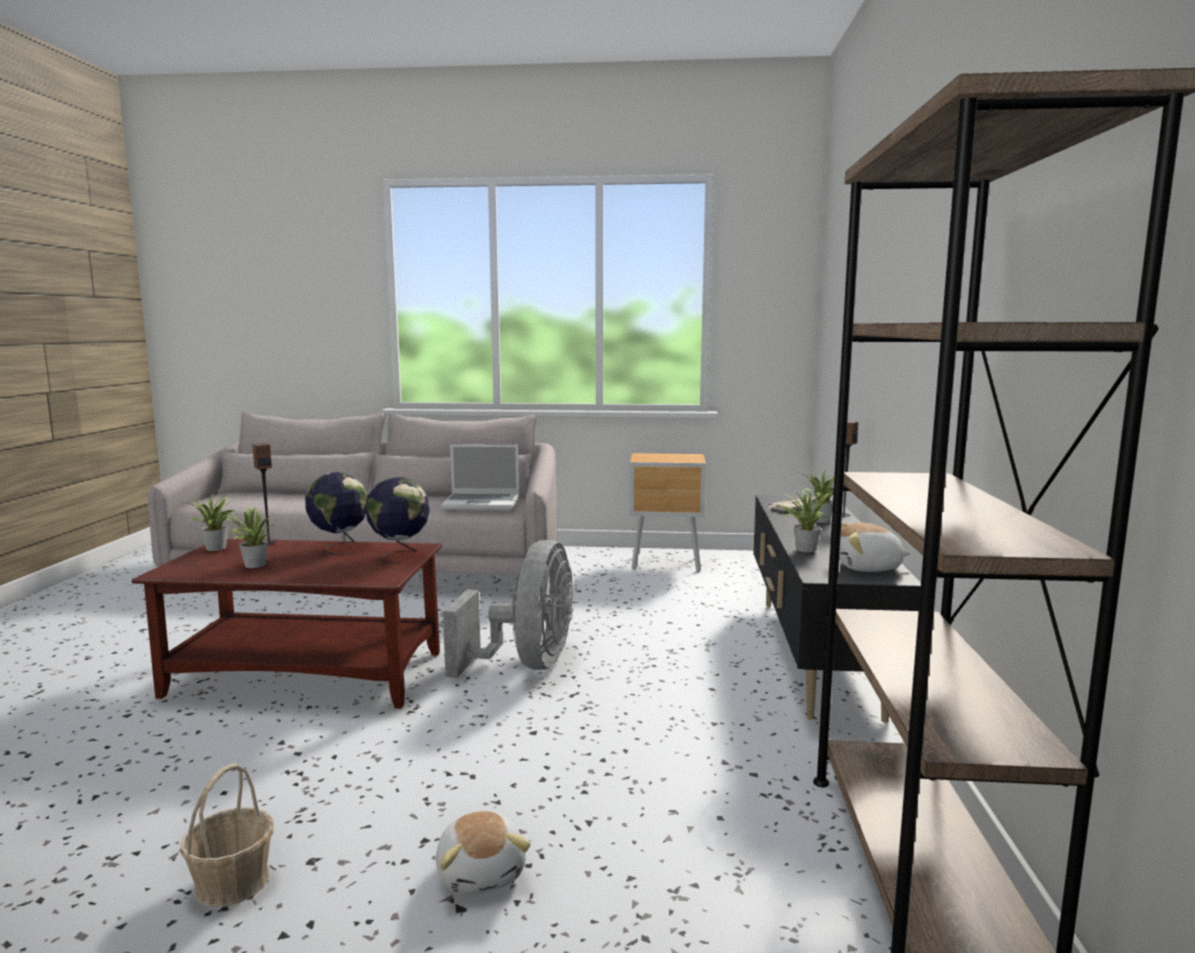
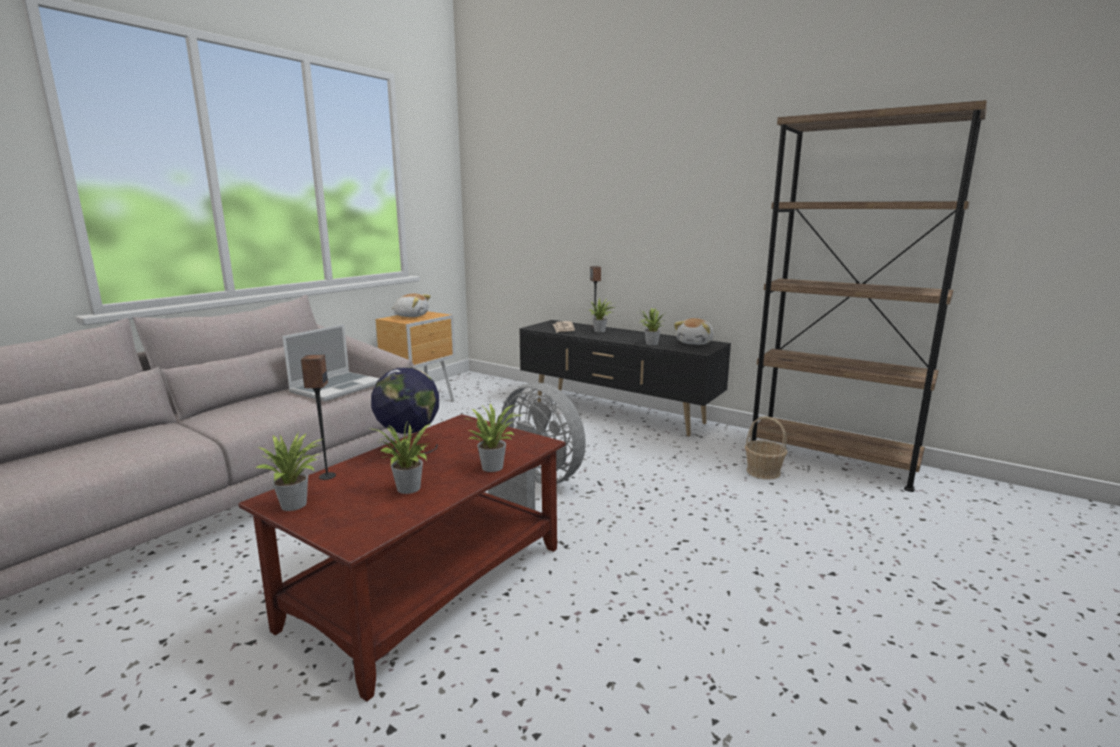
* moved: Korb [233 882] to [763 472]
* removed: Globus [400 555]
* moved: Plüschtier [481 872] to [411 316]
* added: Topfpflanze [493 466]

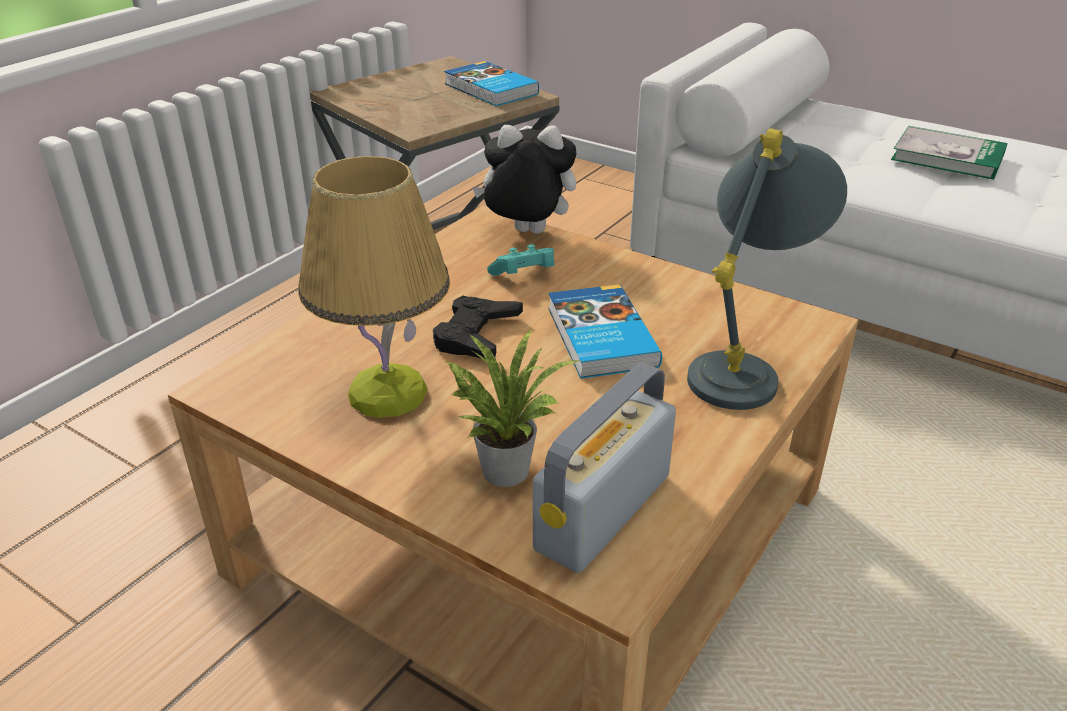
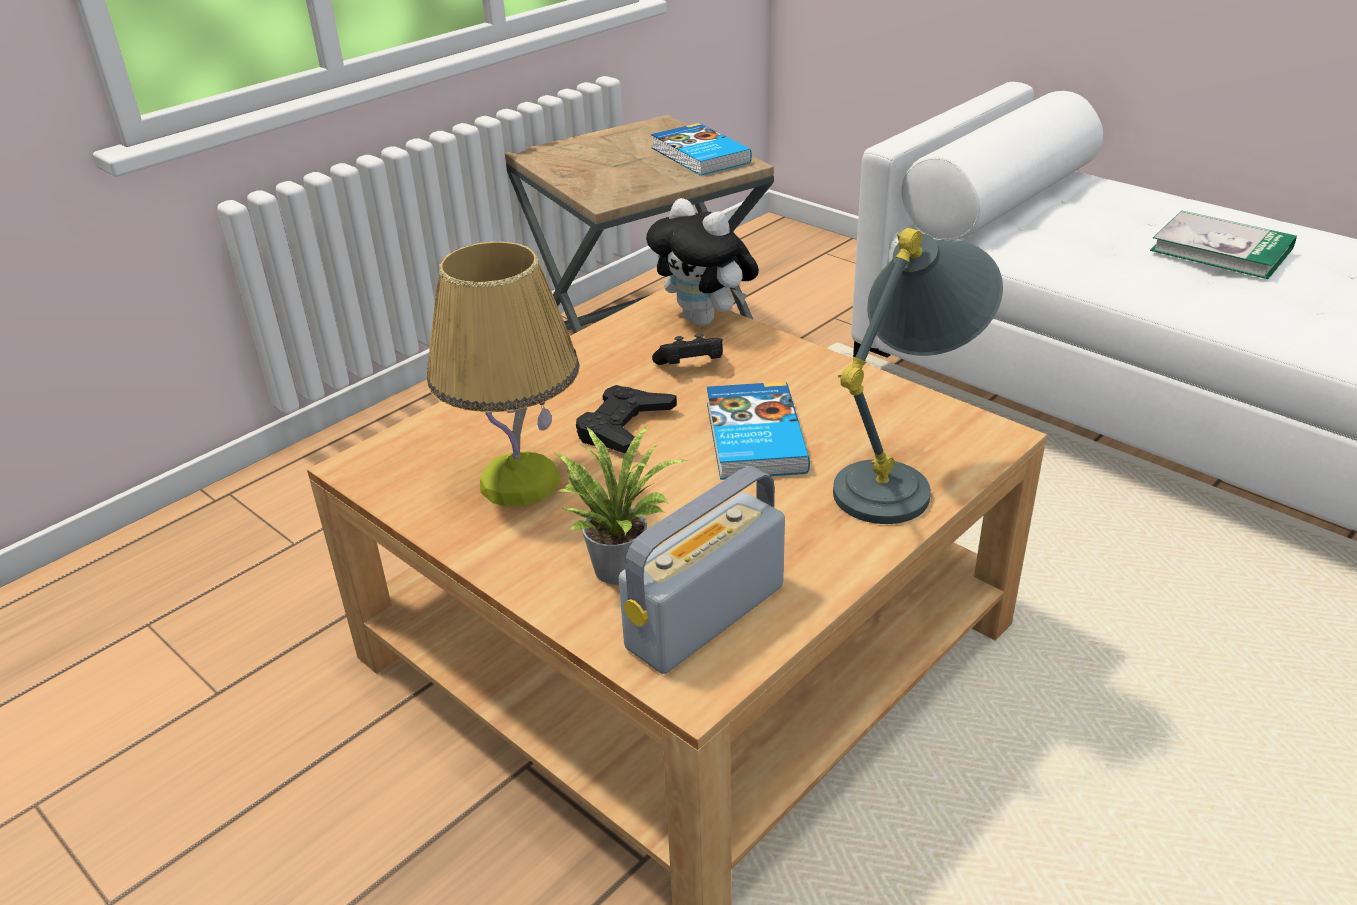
* turned: Plüschtier [526 233] = [705 320] 150 degrees counterclockwise
* recoloured: Gamepad/türkis [524 276] to Gamepad/schwarz [690 367]

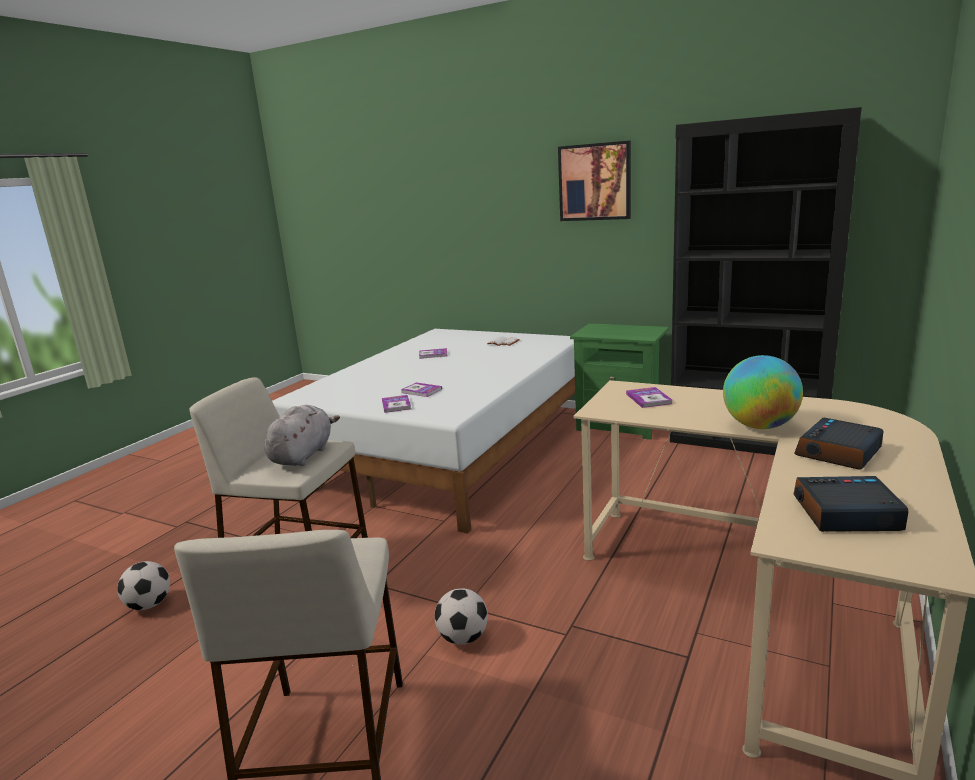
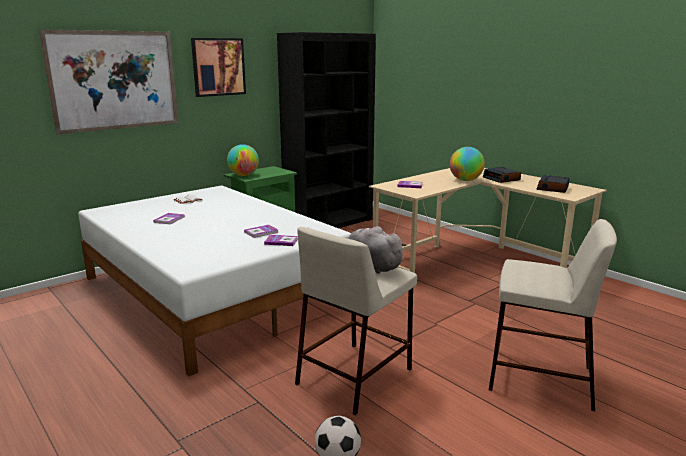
* removed: Fußball [463 638]
* added: Bild [115 80]
* added: Globus [243 175]

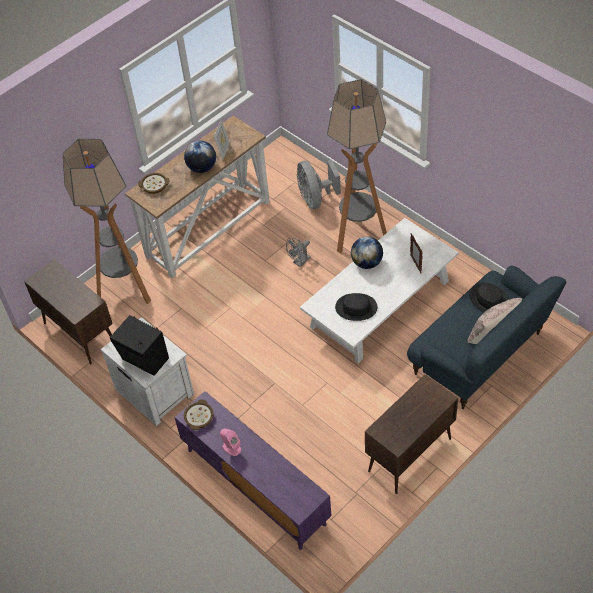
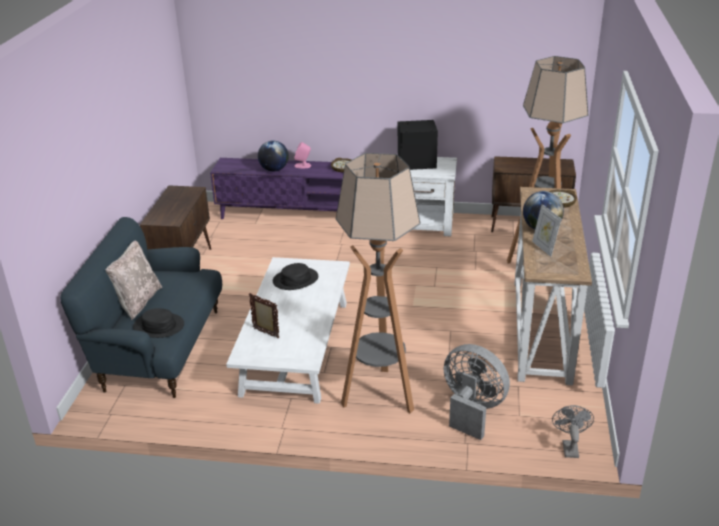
* moved: Ventilator/grau [300 262] to [569 446]
* moved: Globus [367 263] to [274 170]

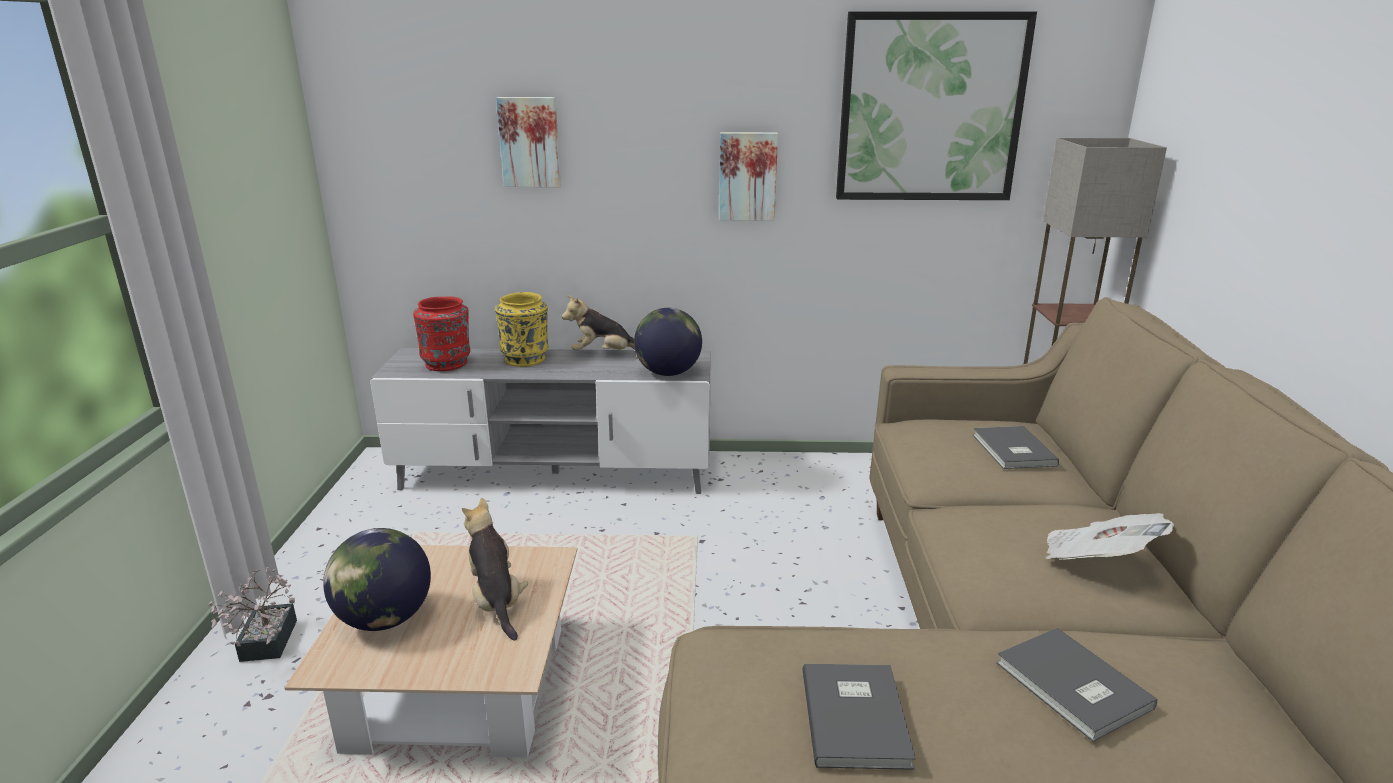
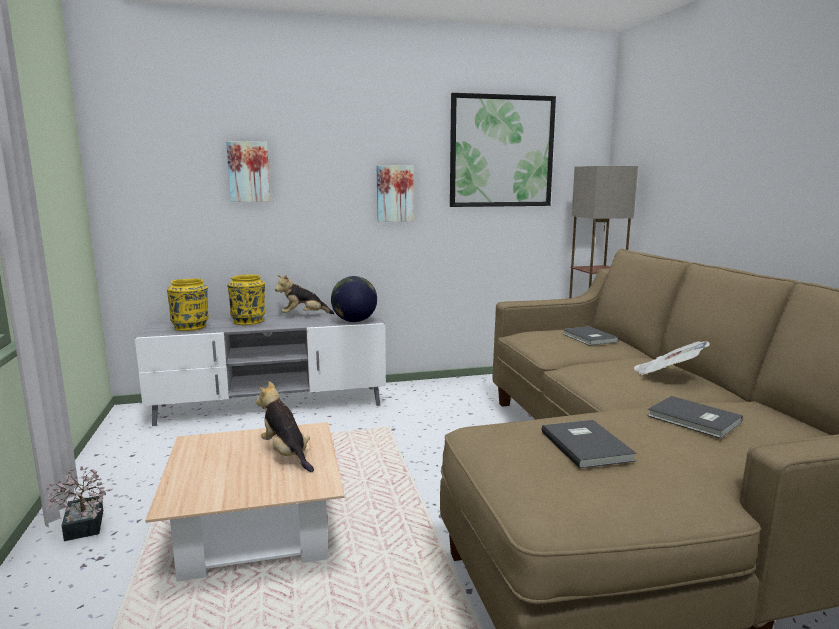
* removed: Globus [384 619]
* recoloured: Vase/rot [447 364] to Vase/gelb [191 327]

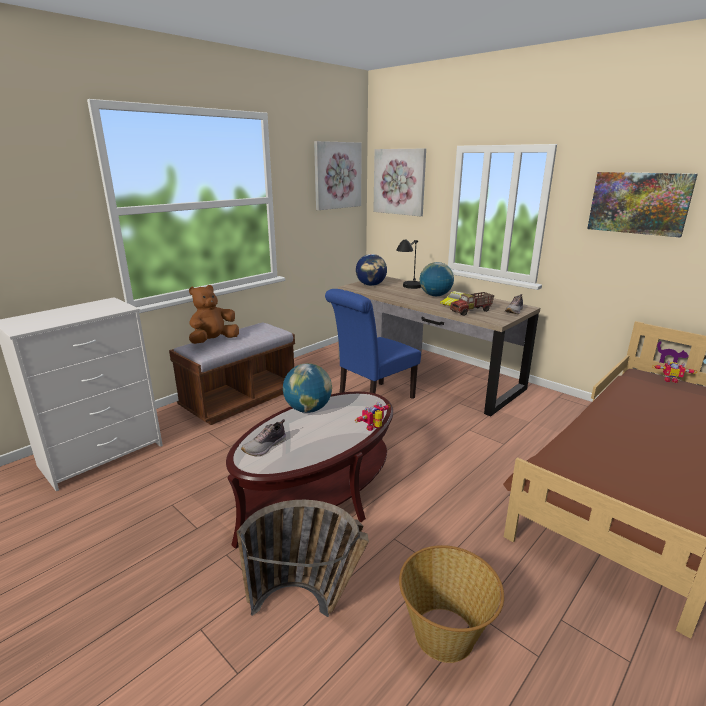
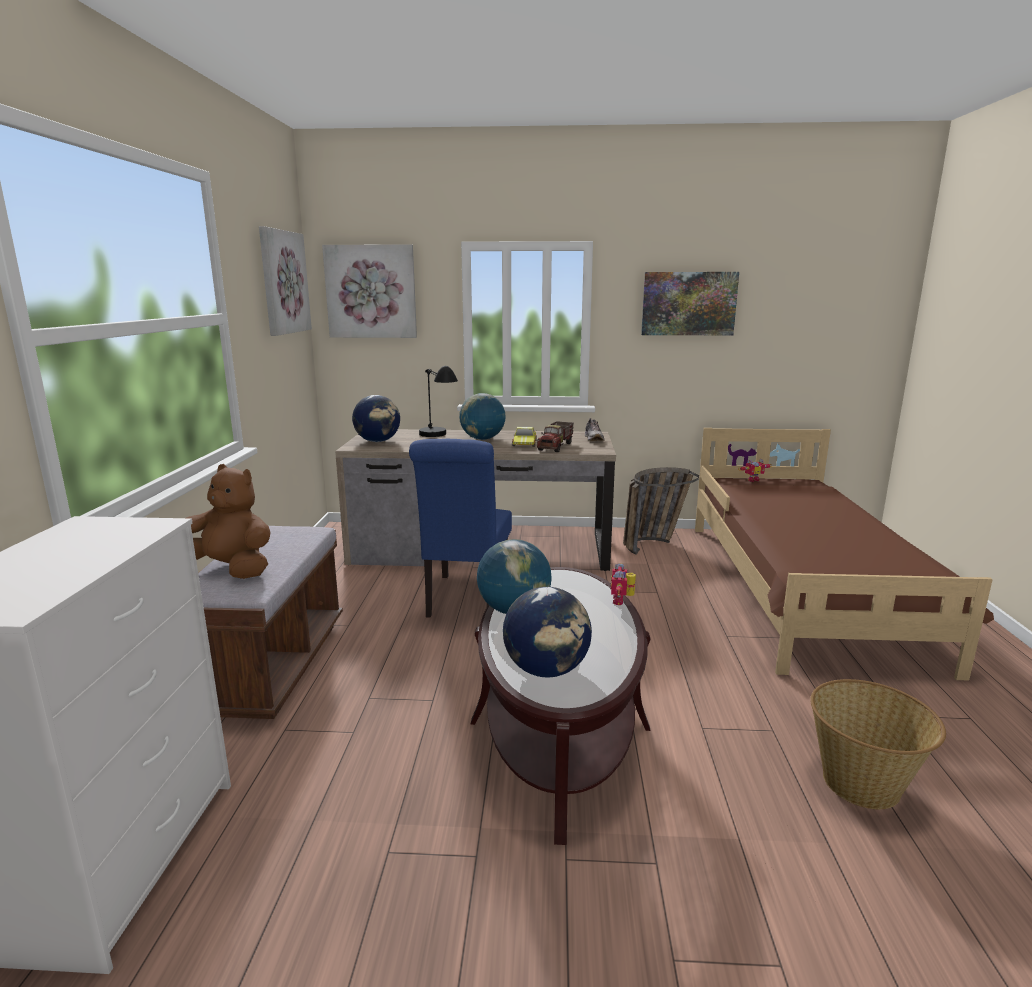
* turned: Plüschtier/braun [213 341] = [230 569] 105 degrees clockwise
* moved: Korb [308 605] to [653 543]
* replaced: Schuh [265 447] to Globus [547 670]

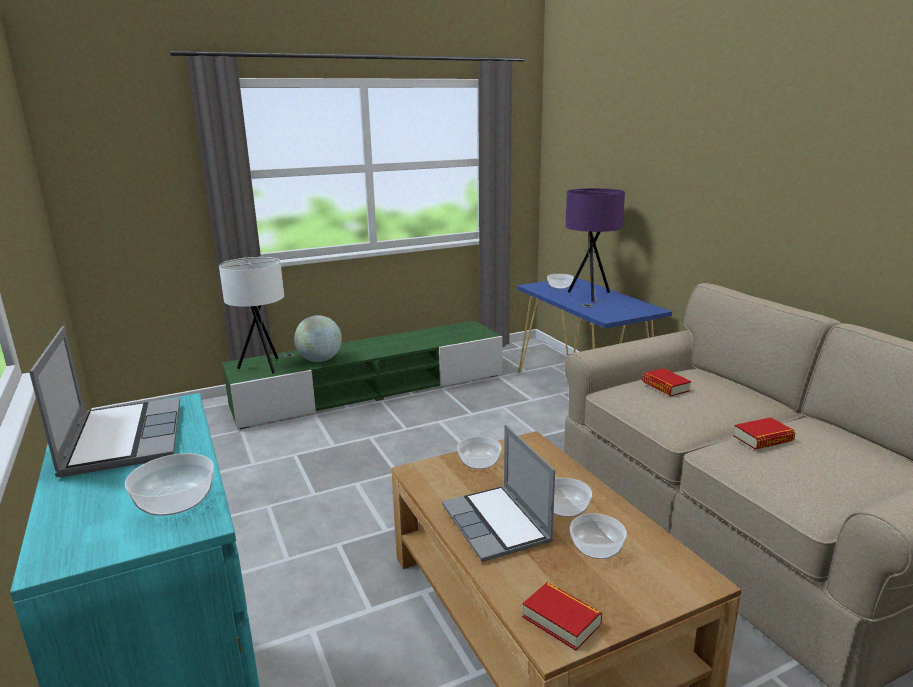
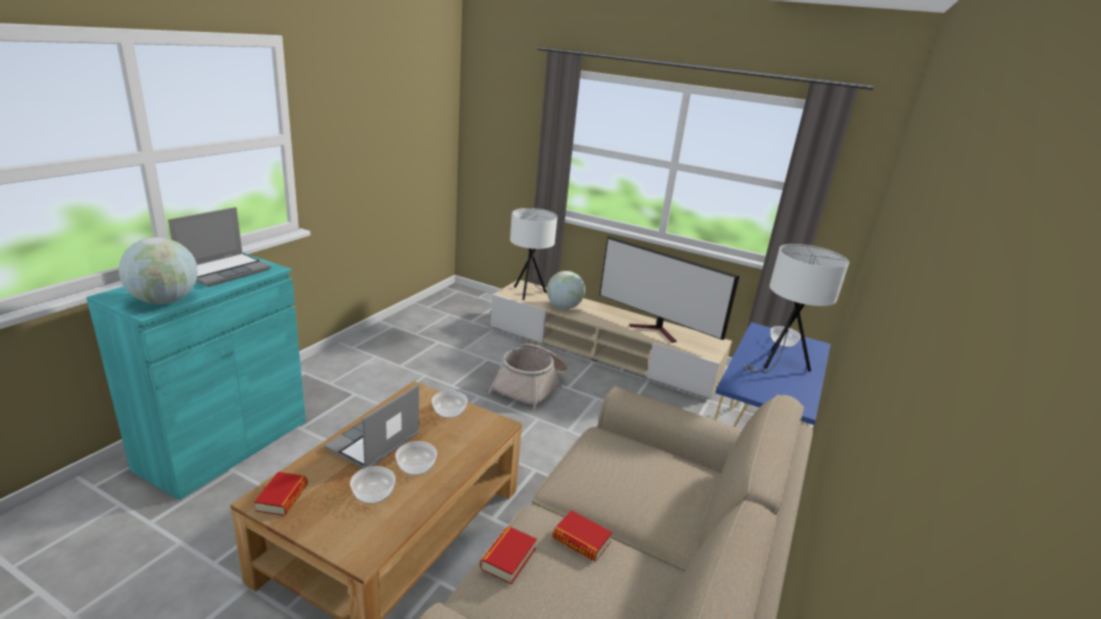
* replaced: Schüssel [177 501] to Globus [165 301]
* recoloured: Fernsehschrank/grün [371 390] to Fernsehschrank/beige [603 351]
* recoloured: Tischlampe/lila [589 297] to Tischlampe/weiß [779 364]
* moved: Buch [665 386] to [508 558]
* added: Korb [531 386]
* added: Fernseher [657 331]

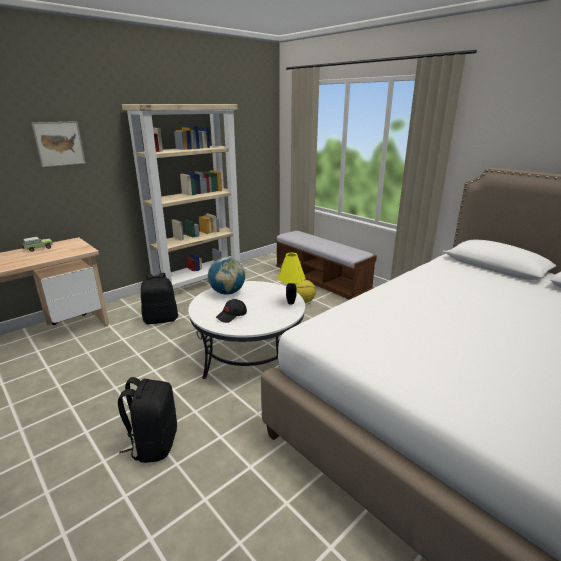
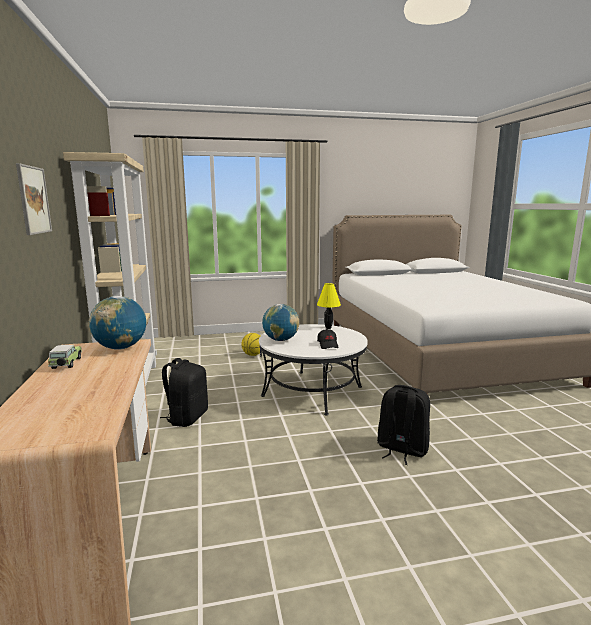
* removed: Bank [321 280]
* added: Globus [121 348]

